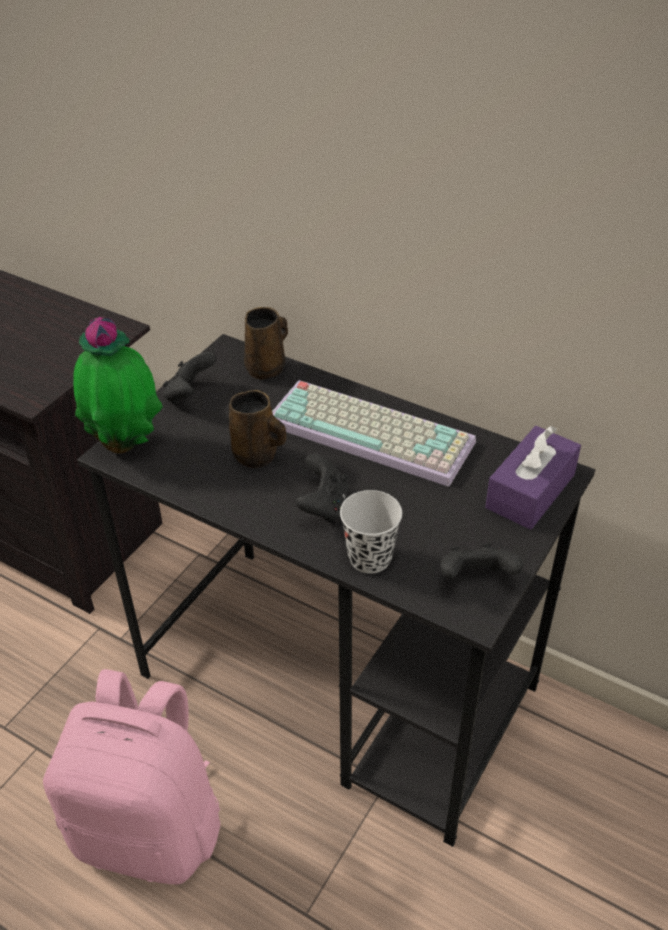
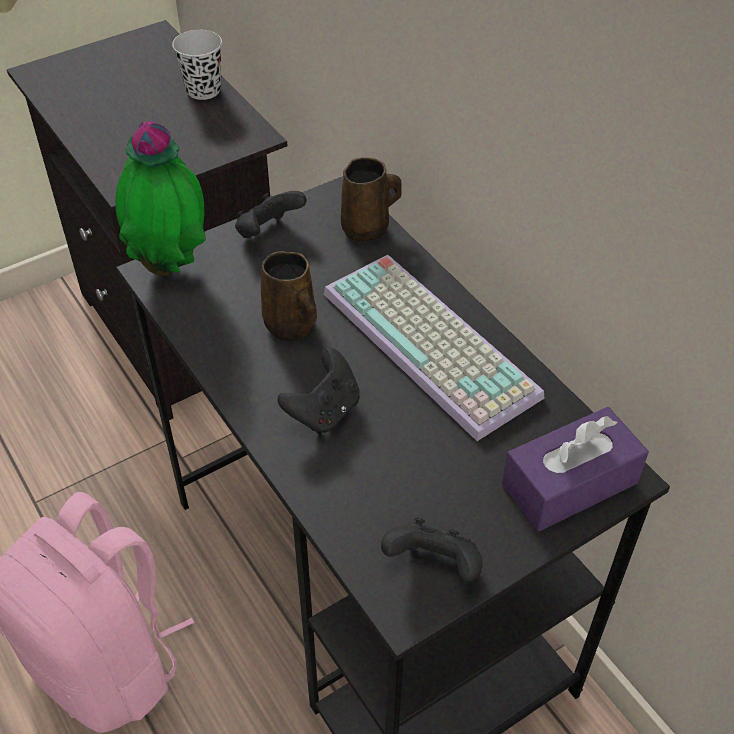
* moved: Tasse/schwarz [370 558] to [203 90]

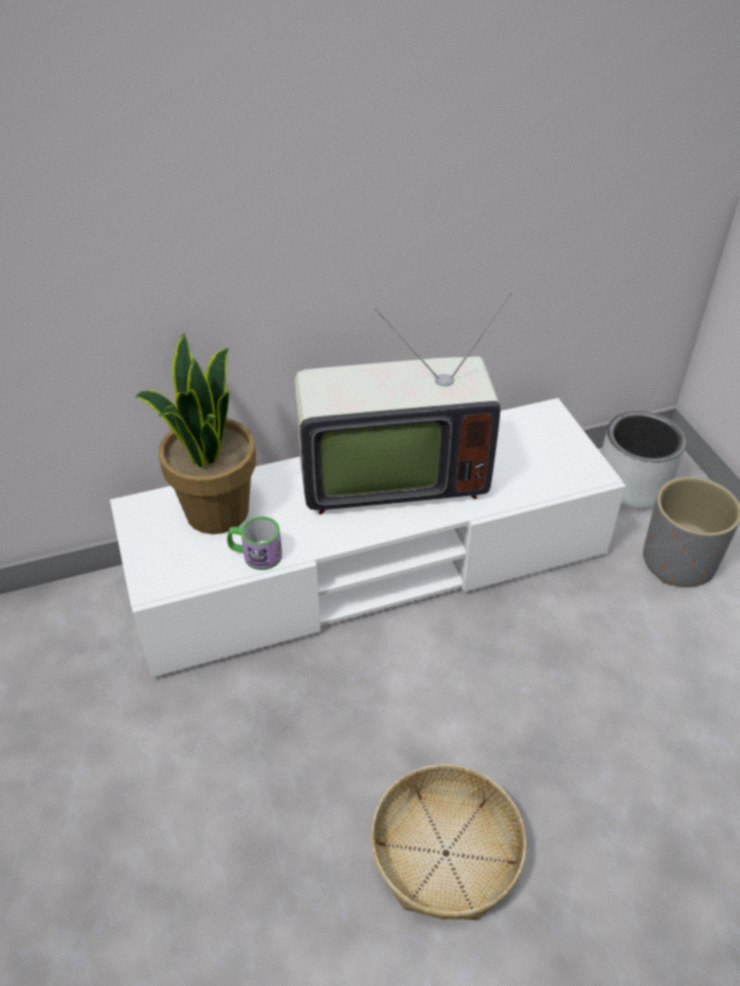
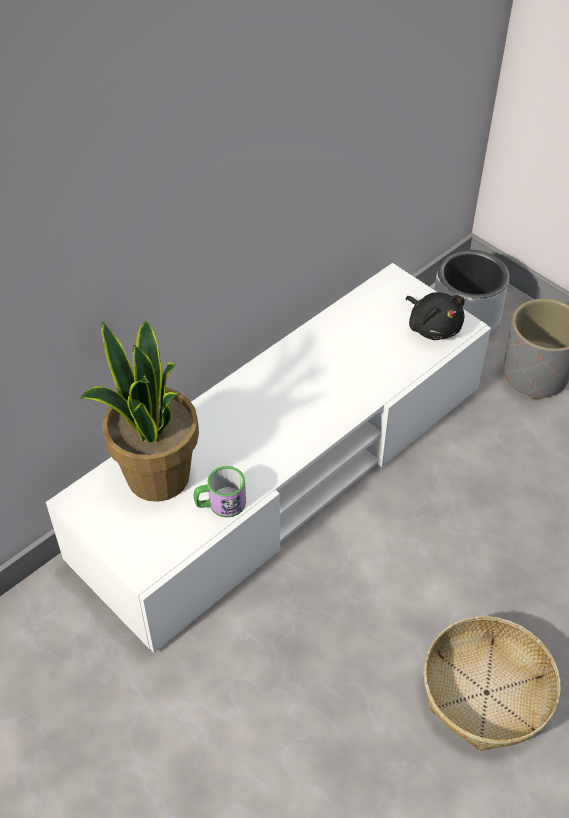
* removed: Fernseher [388 476]
* added: Plüschtier/schwarz [433 327]

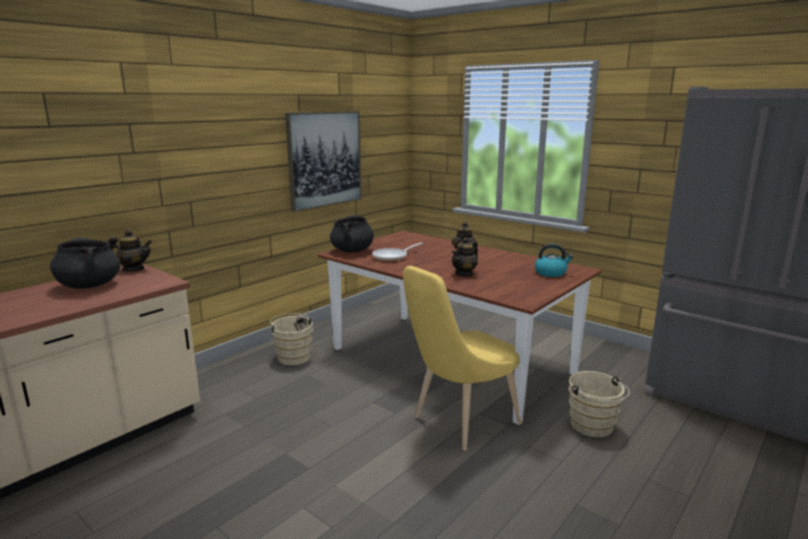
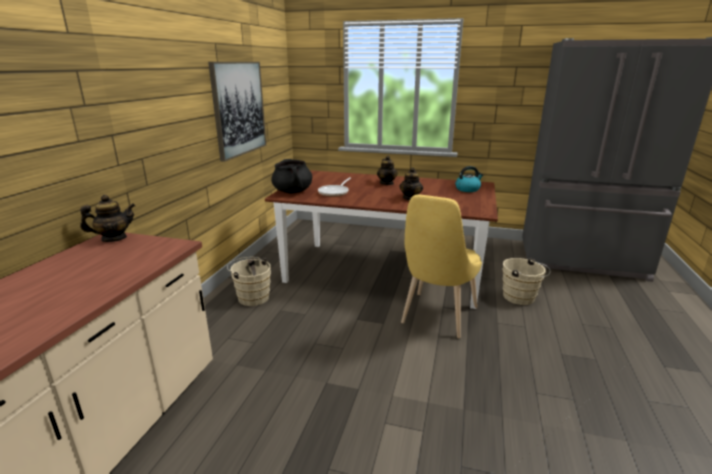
* removed: Kochtopf/schwarz [89 285]

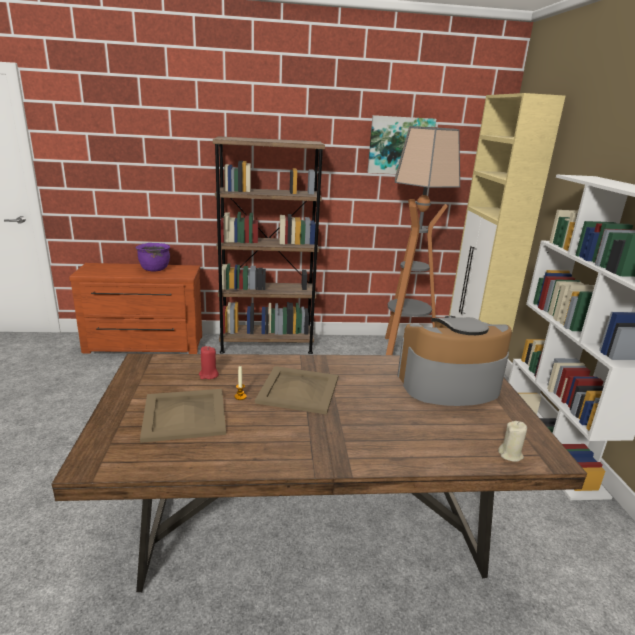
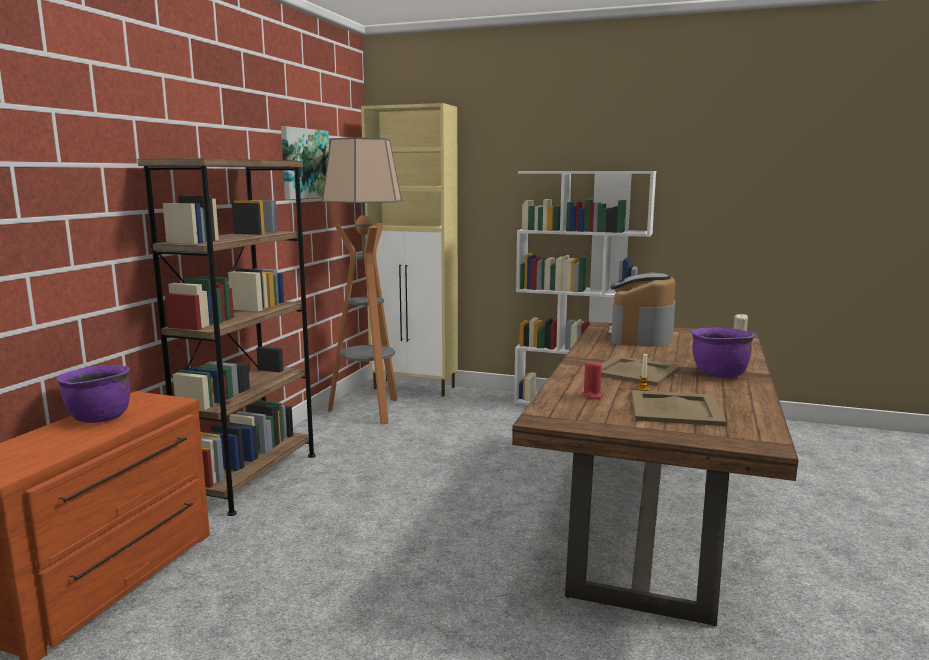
* added: Kochtopf/lila [719 374]

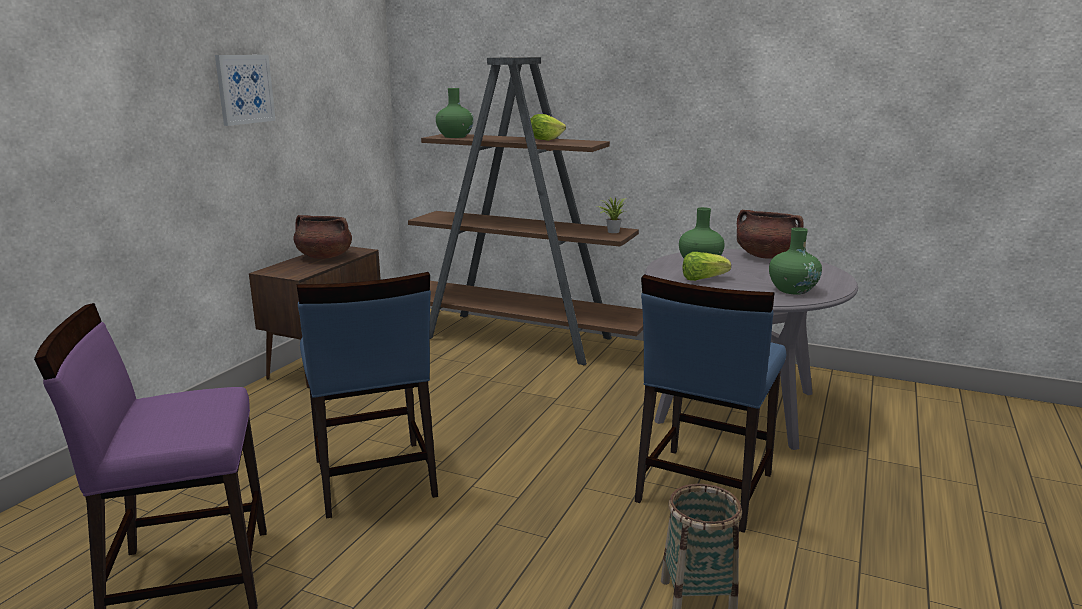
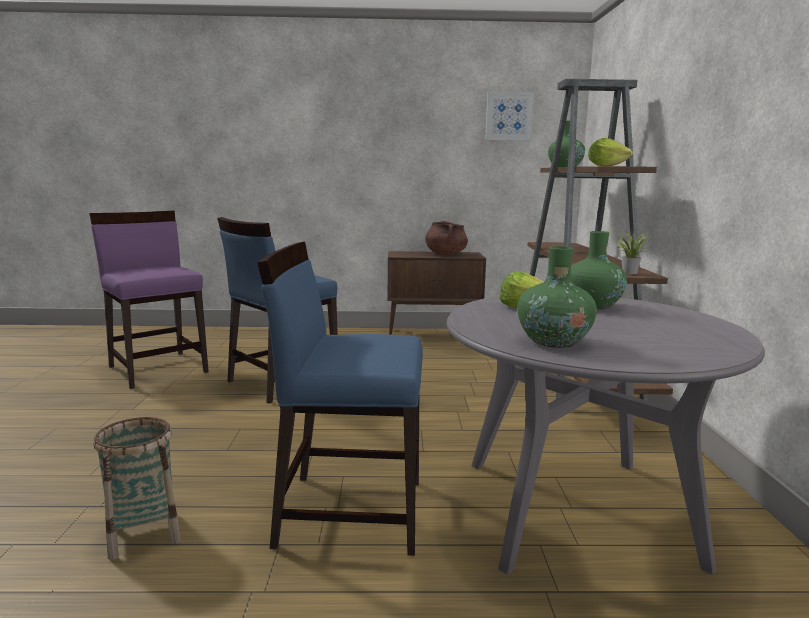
* moved: Bild [244 89] to [509 116]
* removed: Kochtopf/braun [766 256]

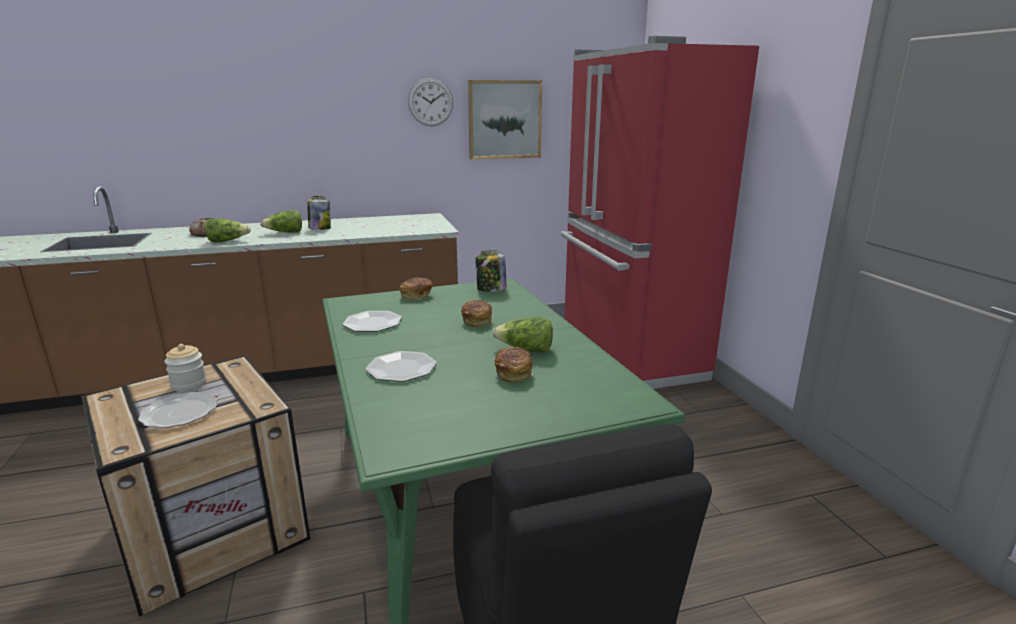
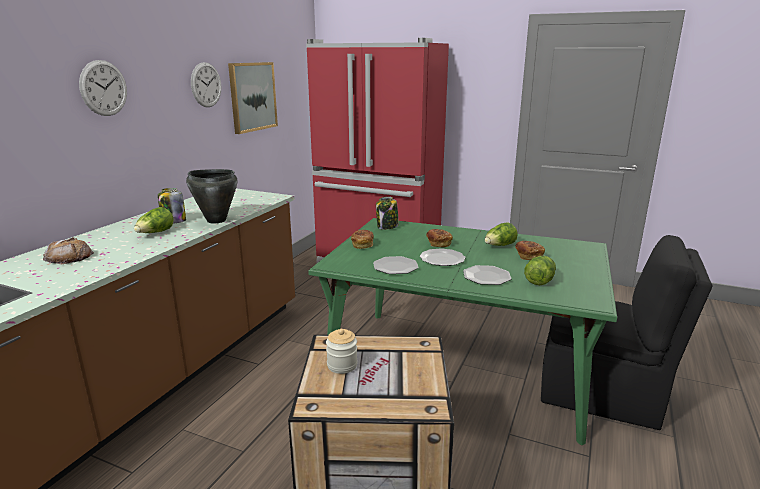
* moved: Teller [178 413] to [442 259]
* moved: Salatkopf [227 241] to [539 279]
* added: Wanduhr [103 88]
* added: Kochtopf/schwarz [216 220]

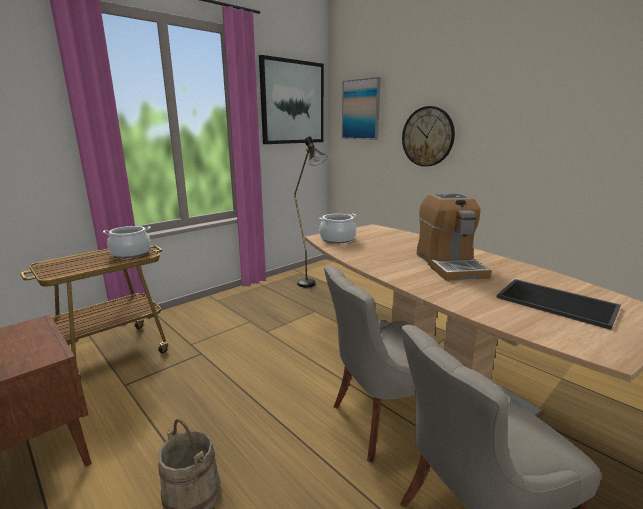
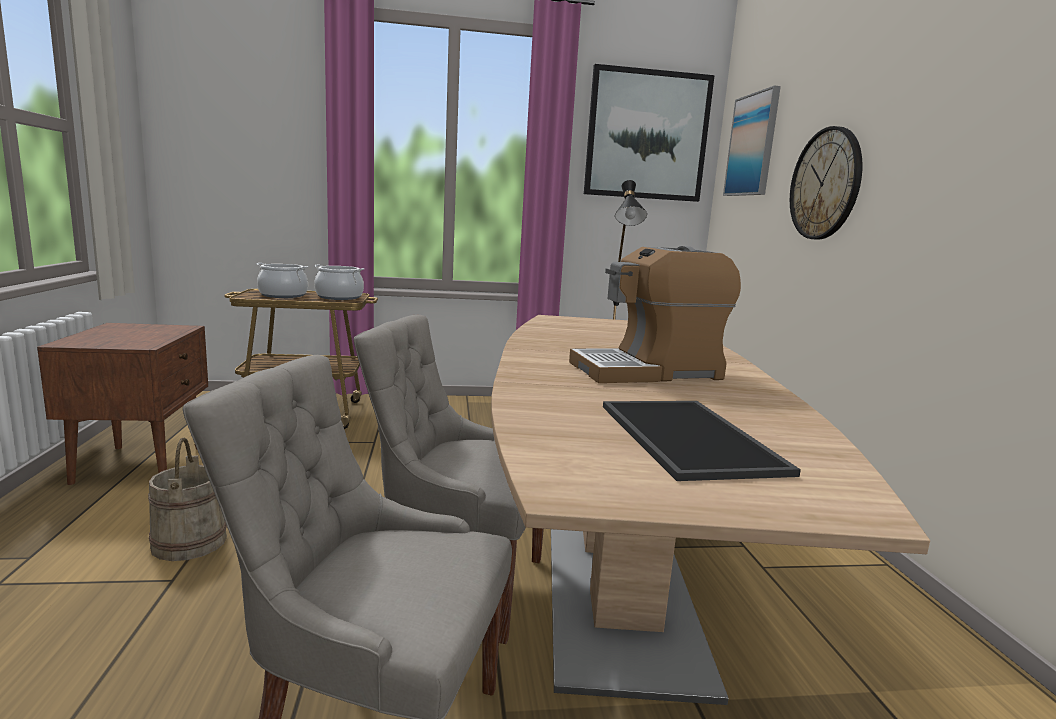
* moved: Kochtopf [337 239] to [283 295]
* turned: Kaffeemaschine [449 265] = [648 371] 45 degrees clockwise

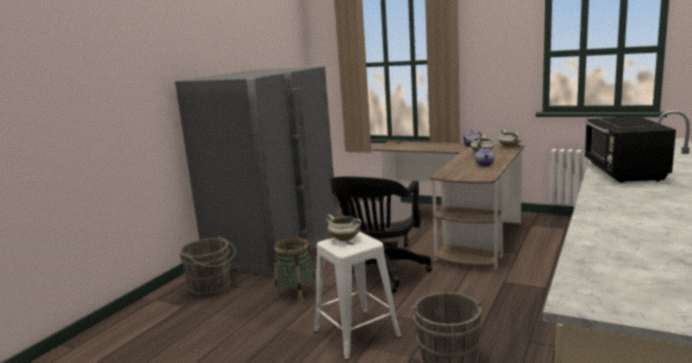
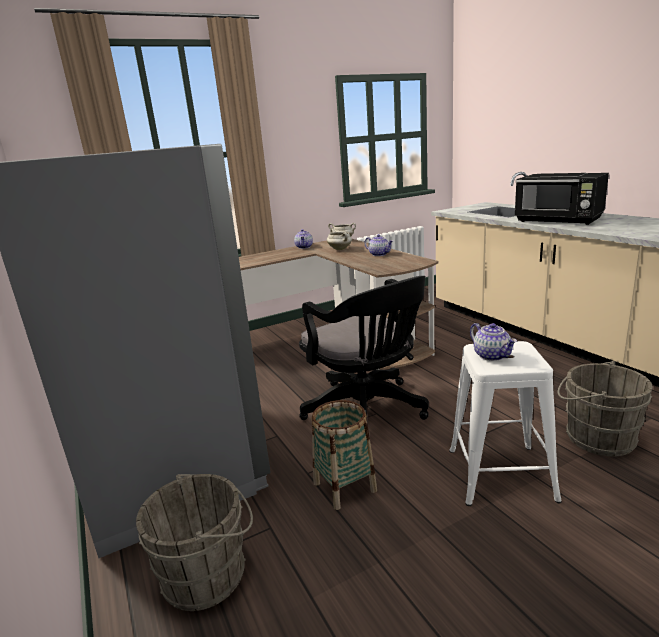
* replaced: Kochtopf/weiß [345 239] to Teekanne [492 355]

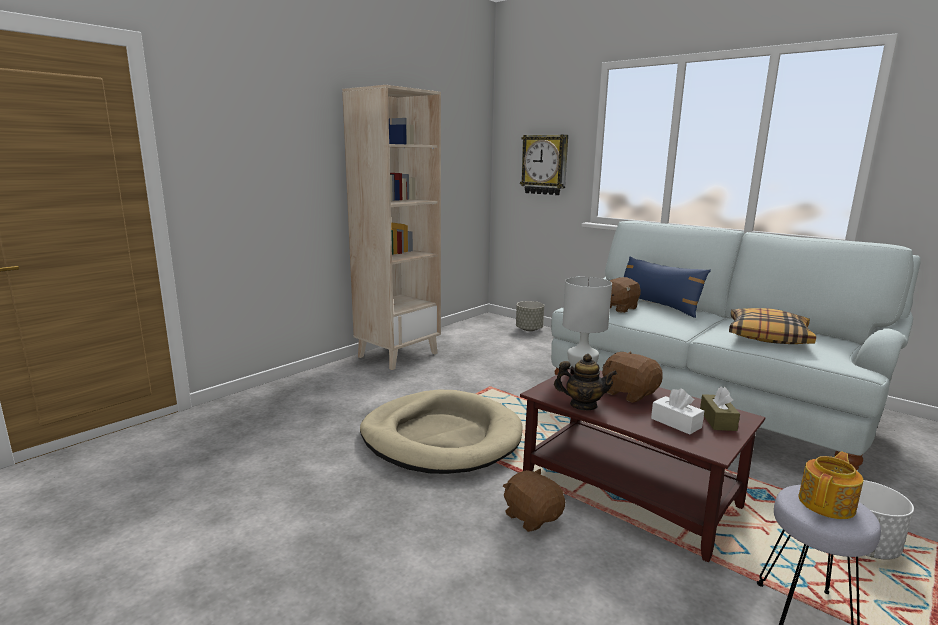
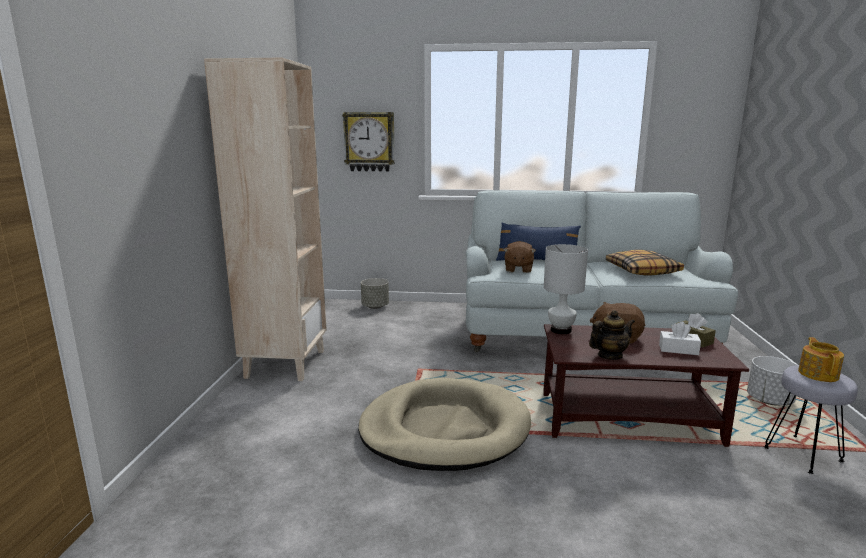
* removed: Plüschtier/braun [532 517]

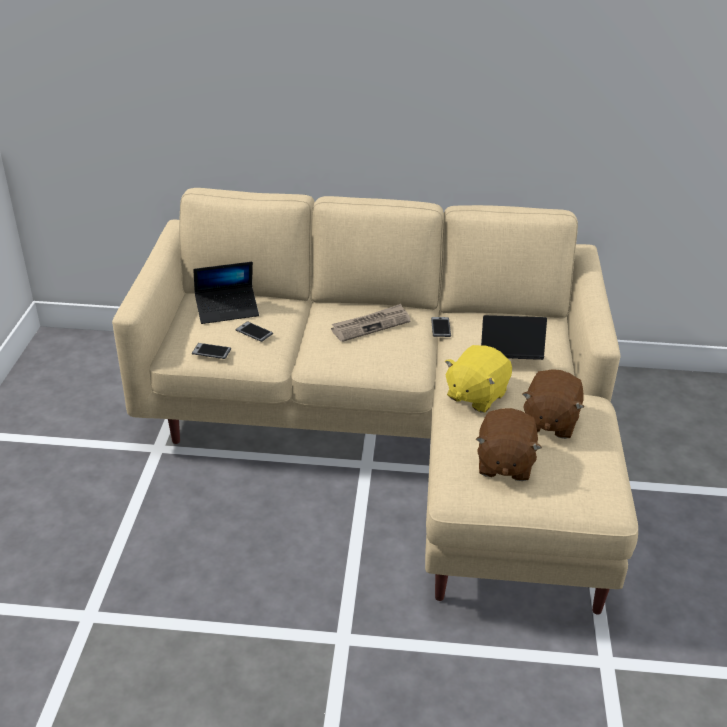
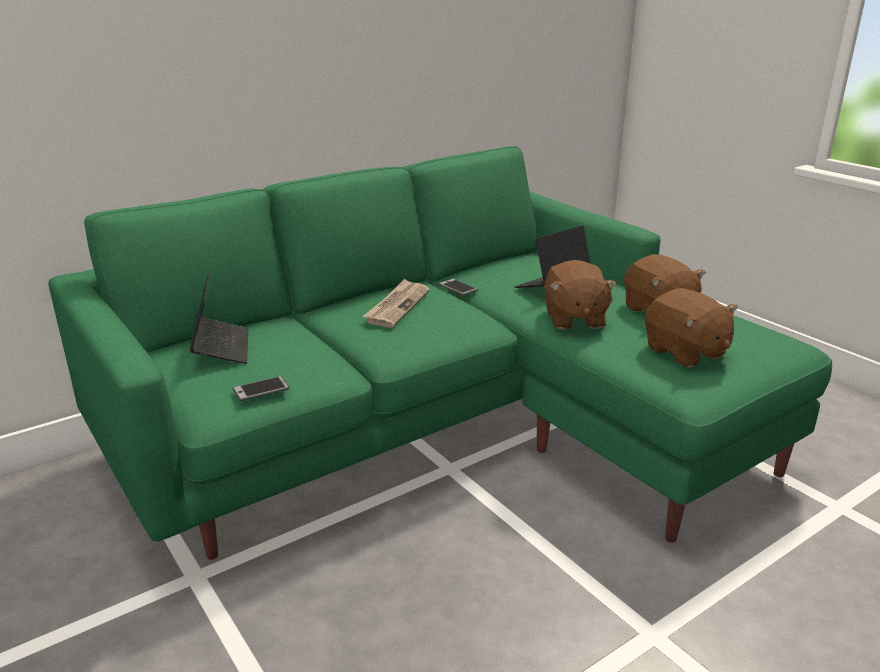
* recoloured: Sofa/beige [396 435] to Sofa/grün [442 431]
* turned: Laptop [227 310] = [221 348] 45 degrees counterclockwise
* removed: Handy [254 332]
* recoloured: Plüschtier/gelb [475 395] to Plüschtier/braun [574 319]

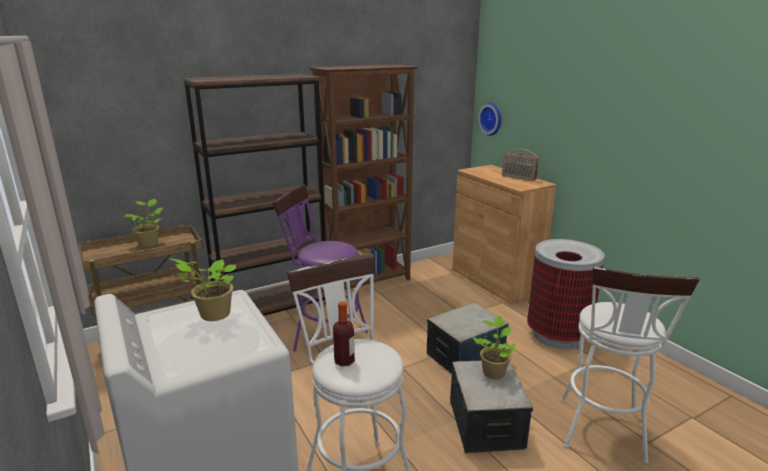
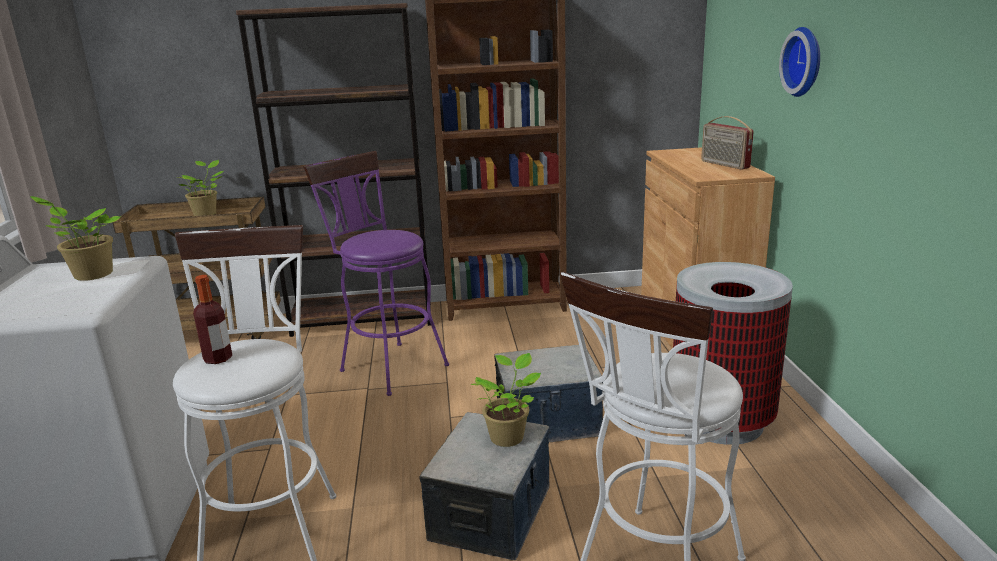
* moved: Wanduhr [492 119] to [805 62]

